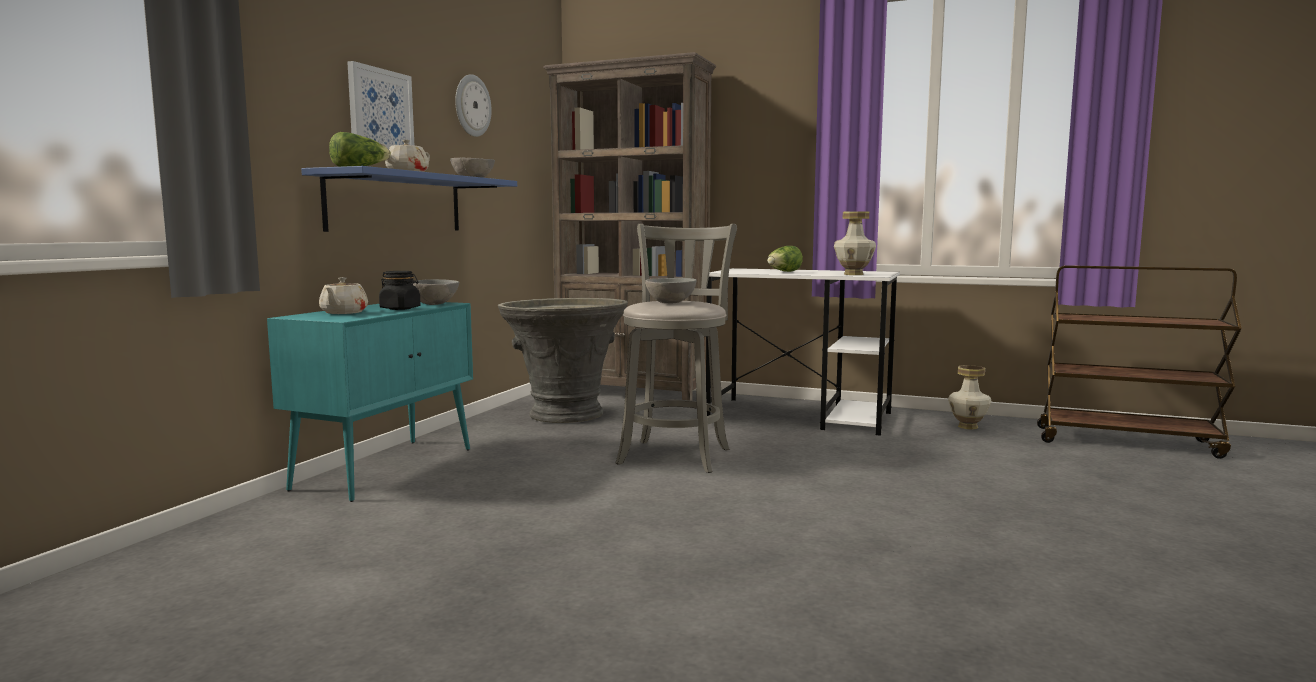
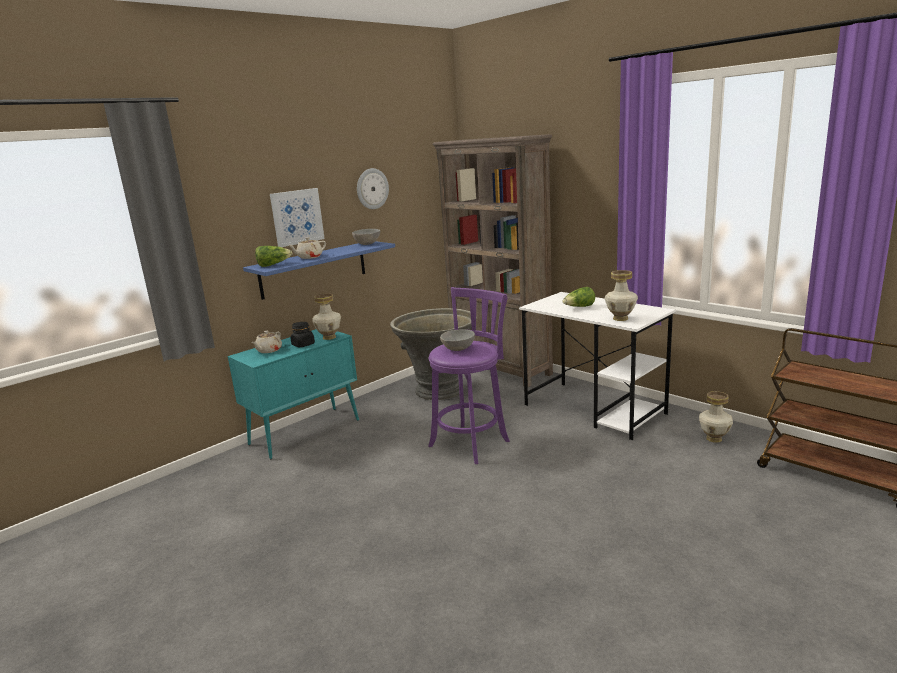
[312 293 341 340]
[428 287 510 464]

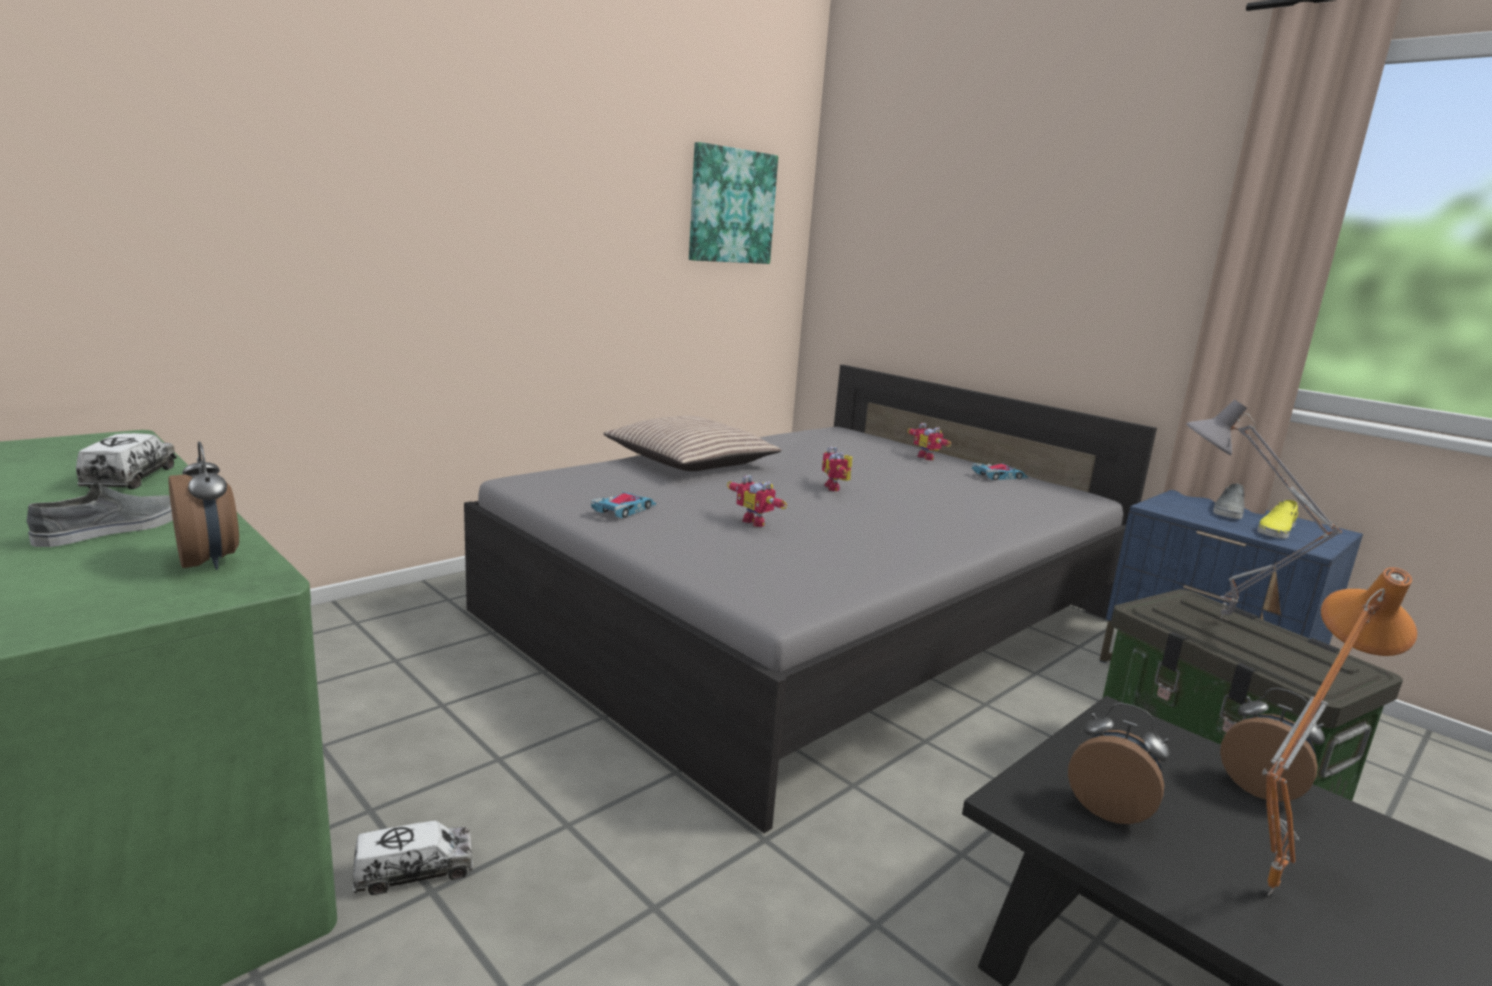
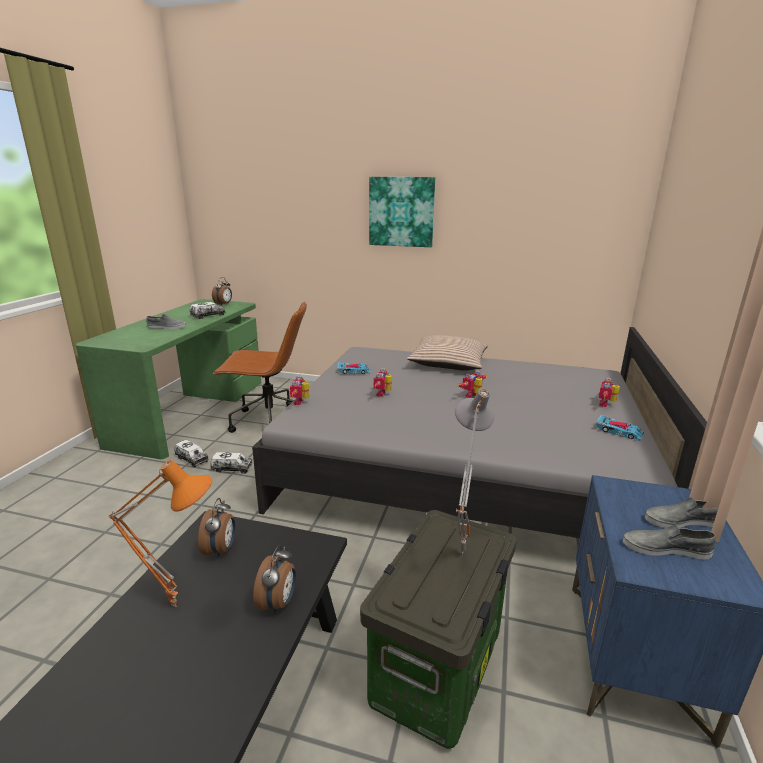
[211 452 253 474]
[213 301 307 433]
[290 376 309 405]
[212 277 232 305]
[369 177 435 247]
[623 524 716 559]

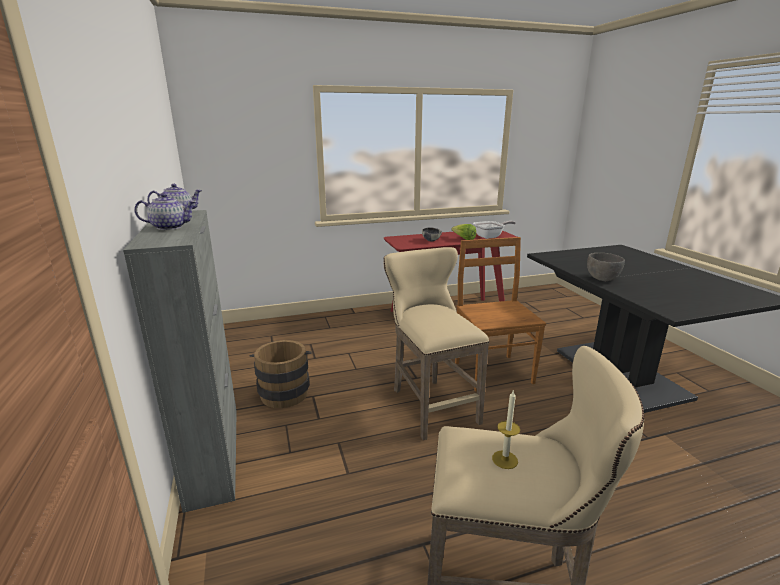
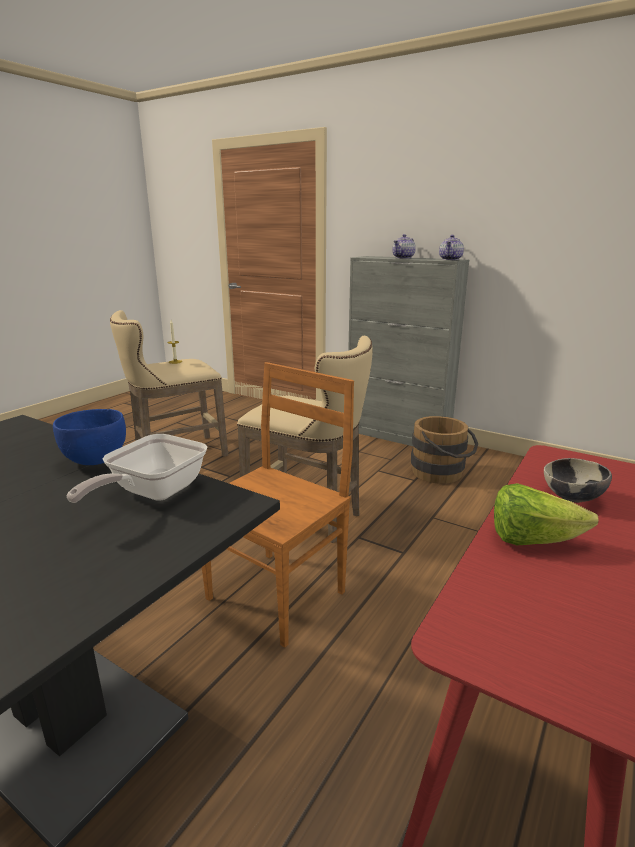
[66 434 207 503]
[53 409 126 465]
[202 362 354 648]

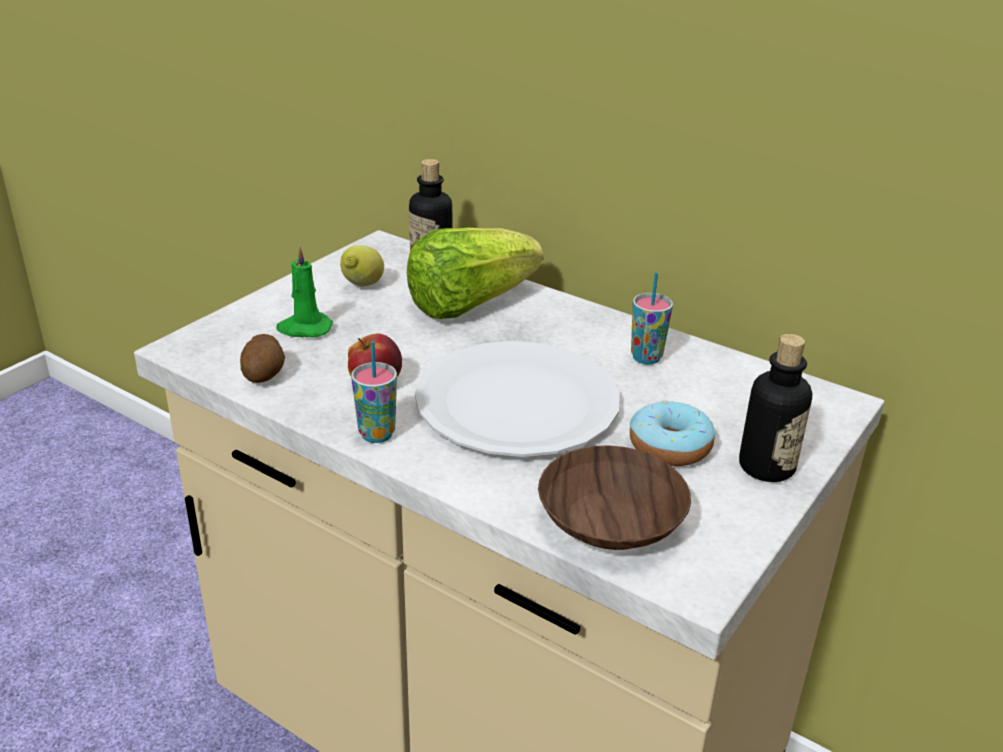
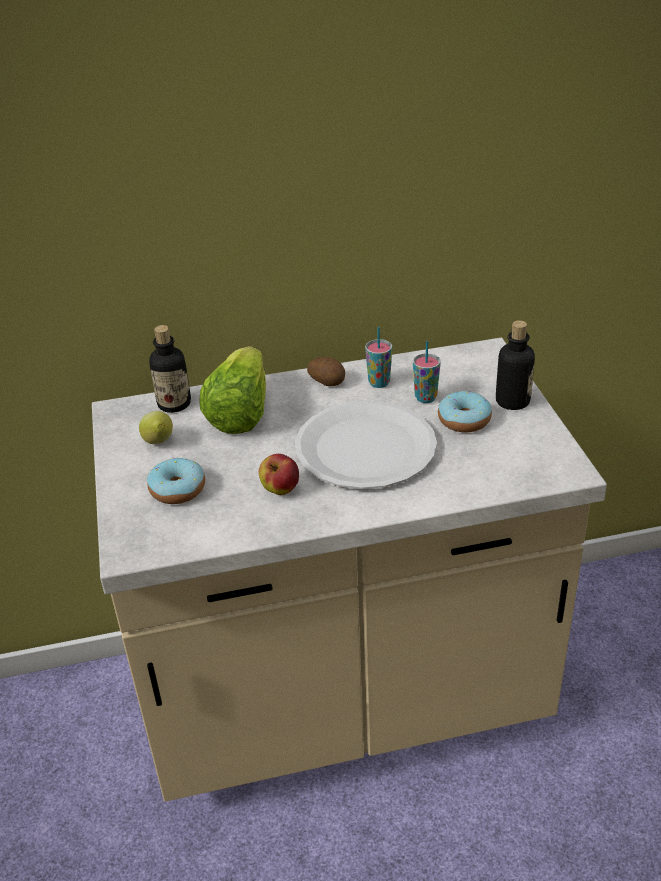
[538 445 691 550] (first image)
[307 357 345 386]
[413 341 440 403]
[147 457 205 504]

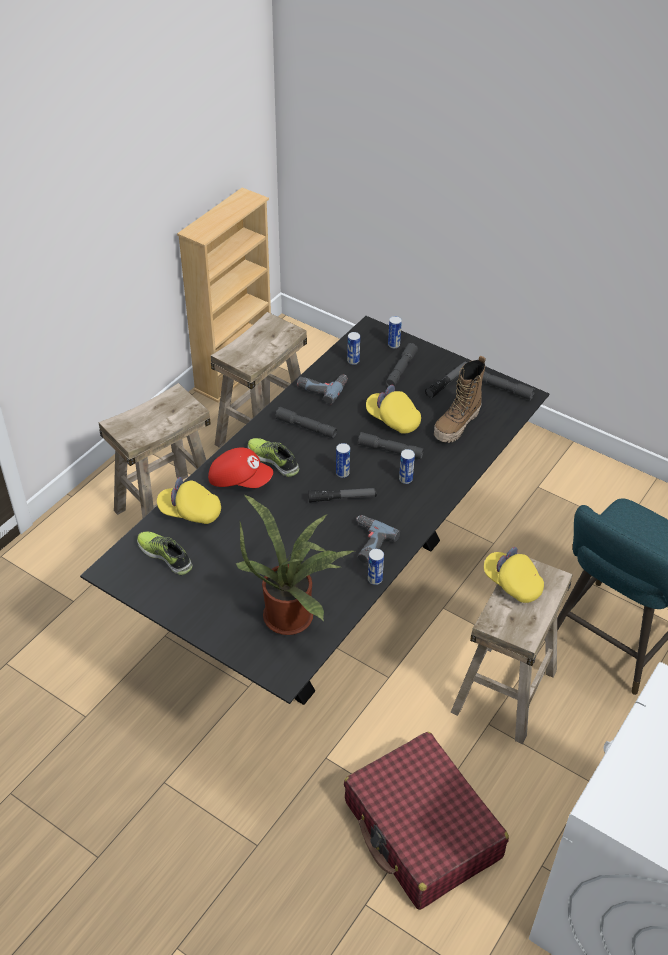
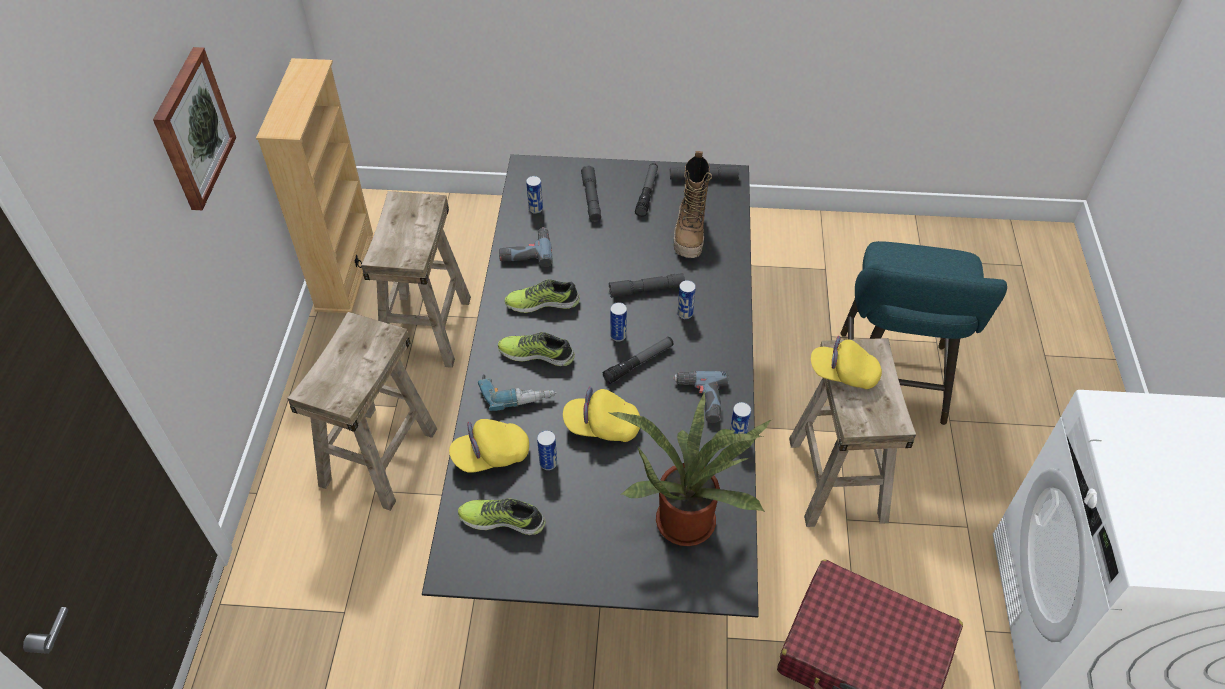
[153 47 236 210]
[563 387 640 442]
[537 430 557 470]
[478 374 557 411]
[505 279 580 313]

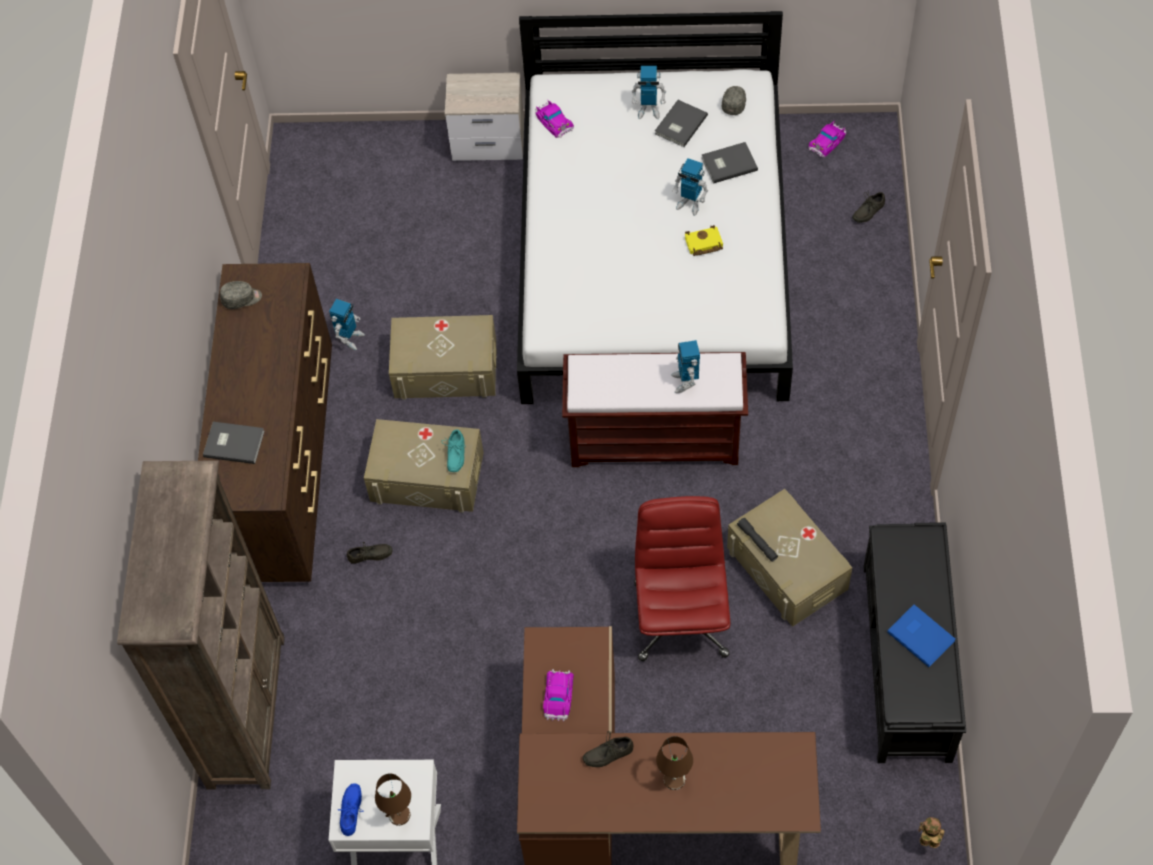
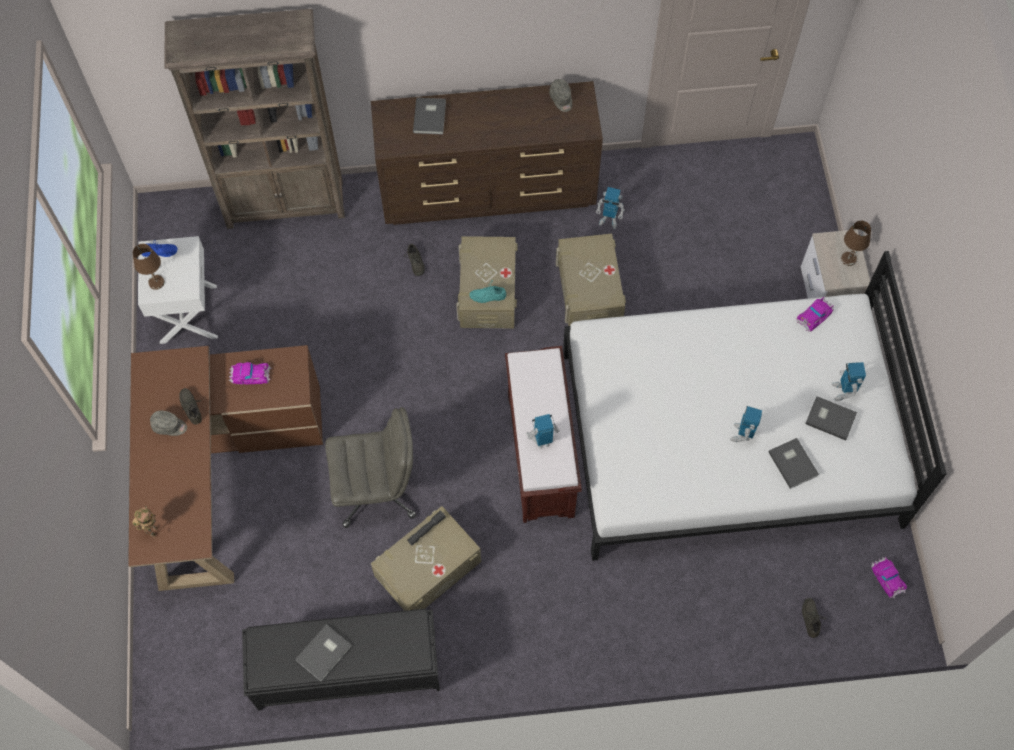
[685 225 723 256] (first image)
[841 221 871 266]
[150 410 187 436]
[132 506 158 538]
[325 407 416 528]
[295 624 352 681]
[871 557 907 599]
[802 598 824 638]

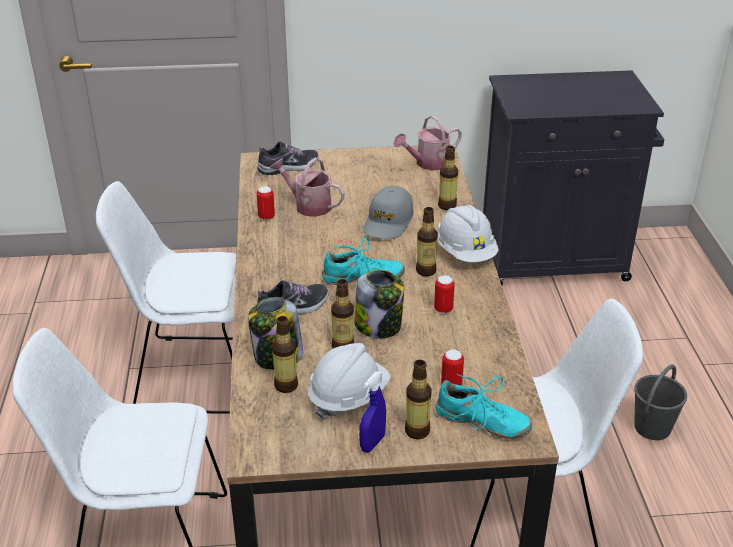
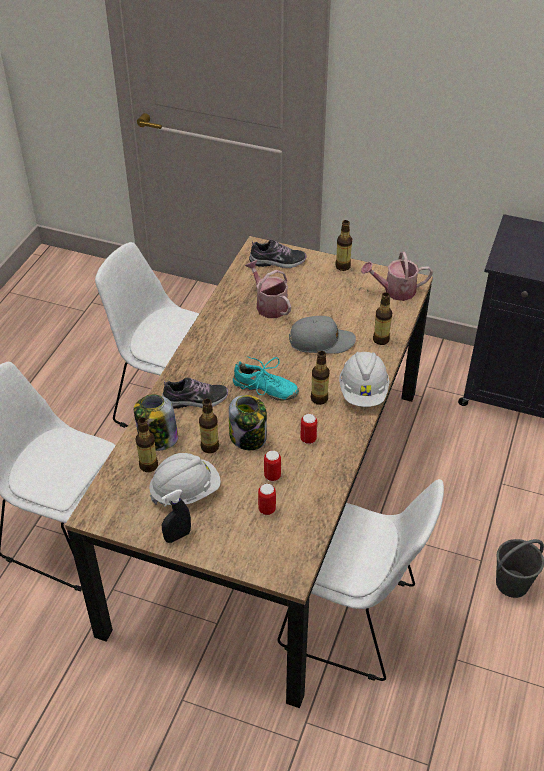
[435 374 532 439] (first image)
[264 450 281 481]
[335 220 352 271]
[161 489 191 543]
[289 316 356 354]

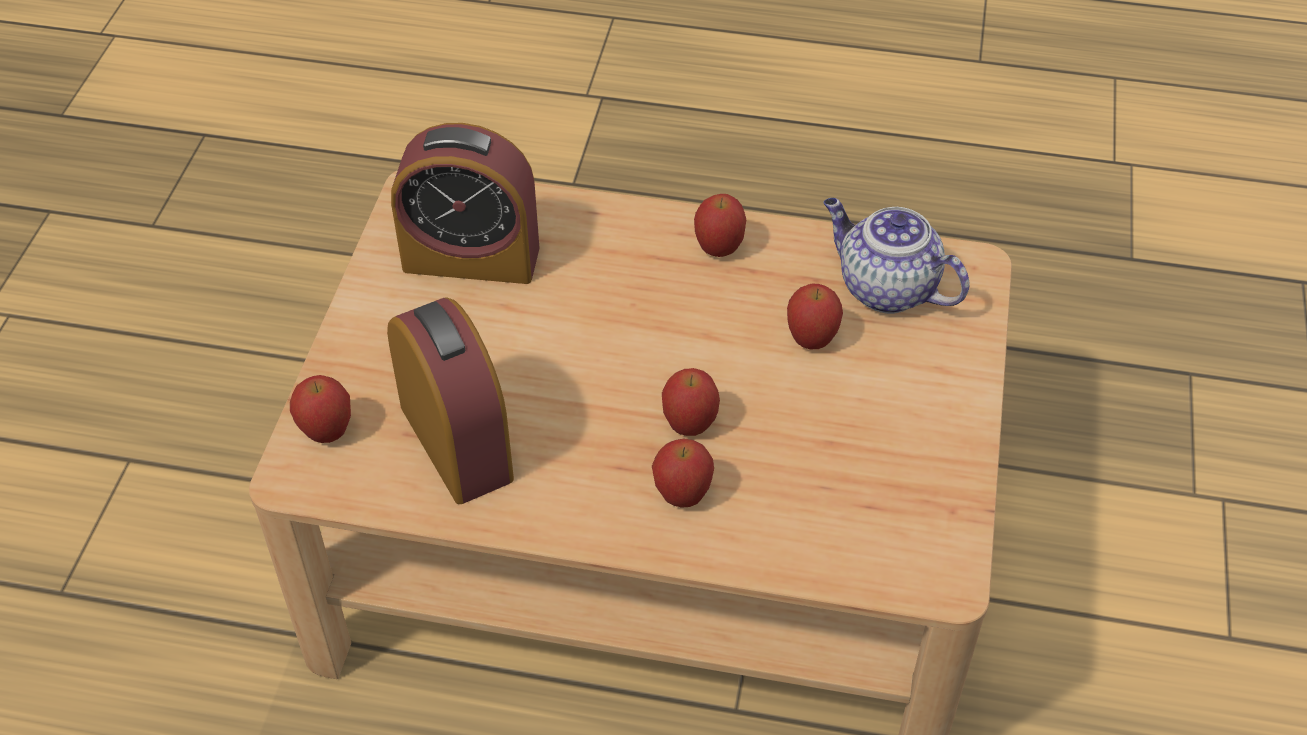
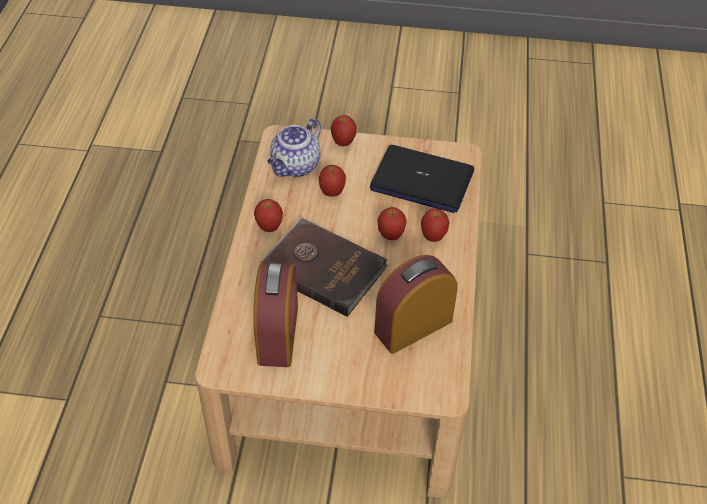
[261 217 389 317]
[370 145 474 213]
[331 115 357 147]

